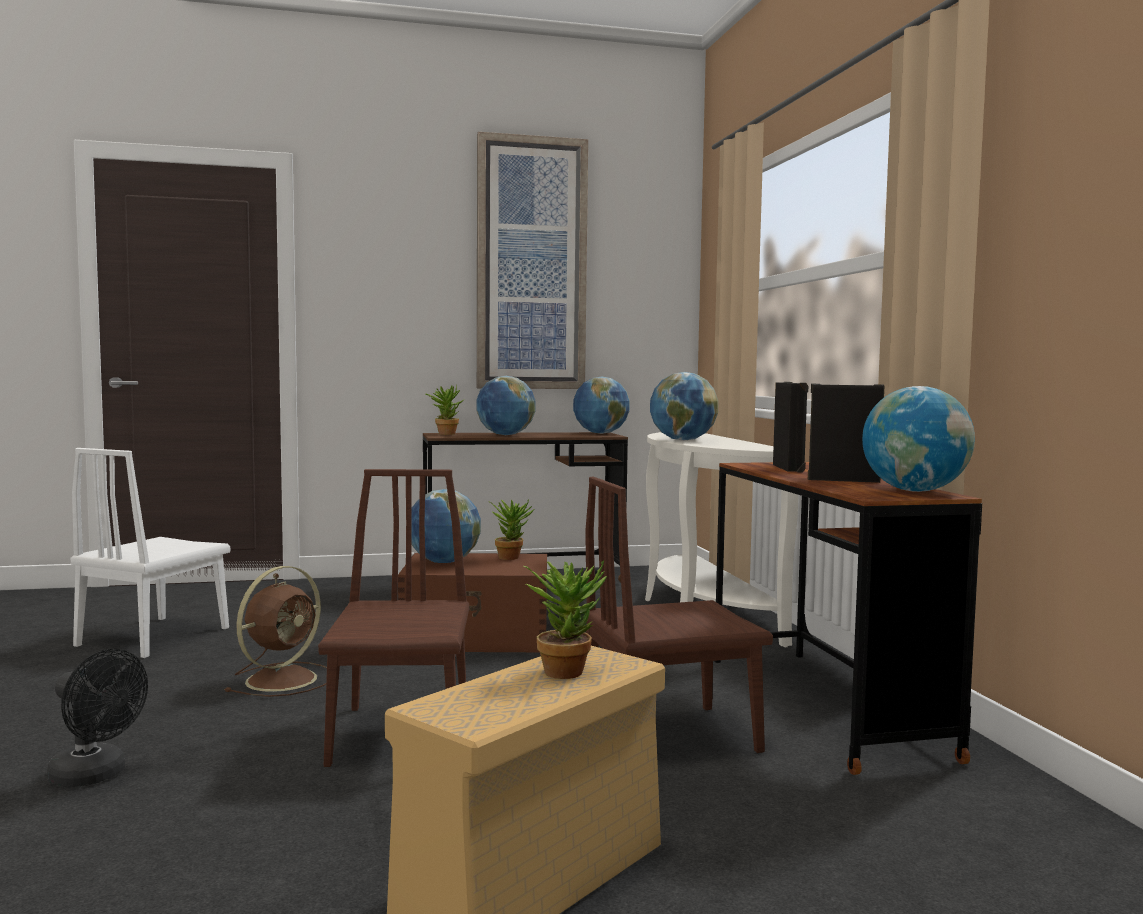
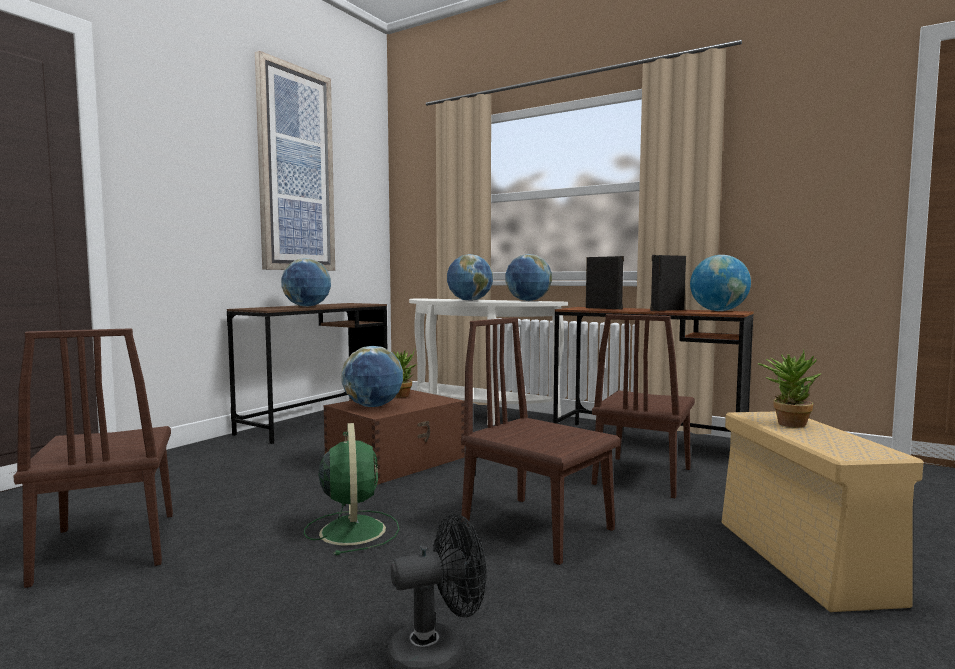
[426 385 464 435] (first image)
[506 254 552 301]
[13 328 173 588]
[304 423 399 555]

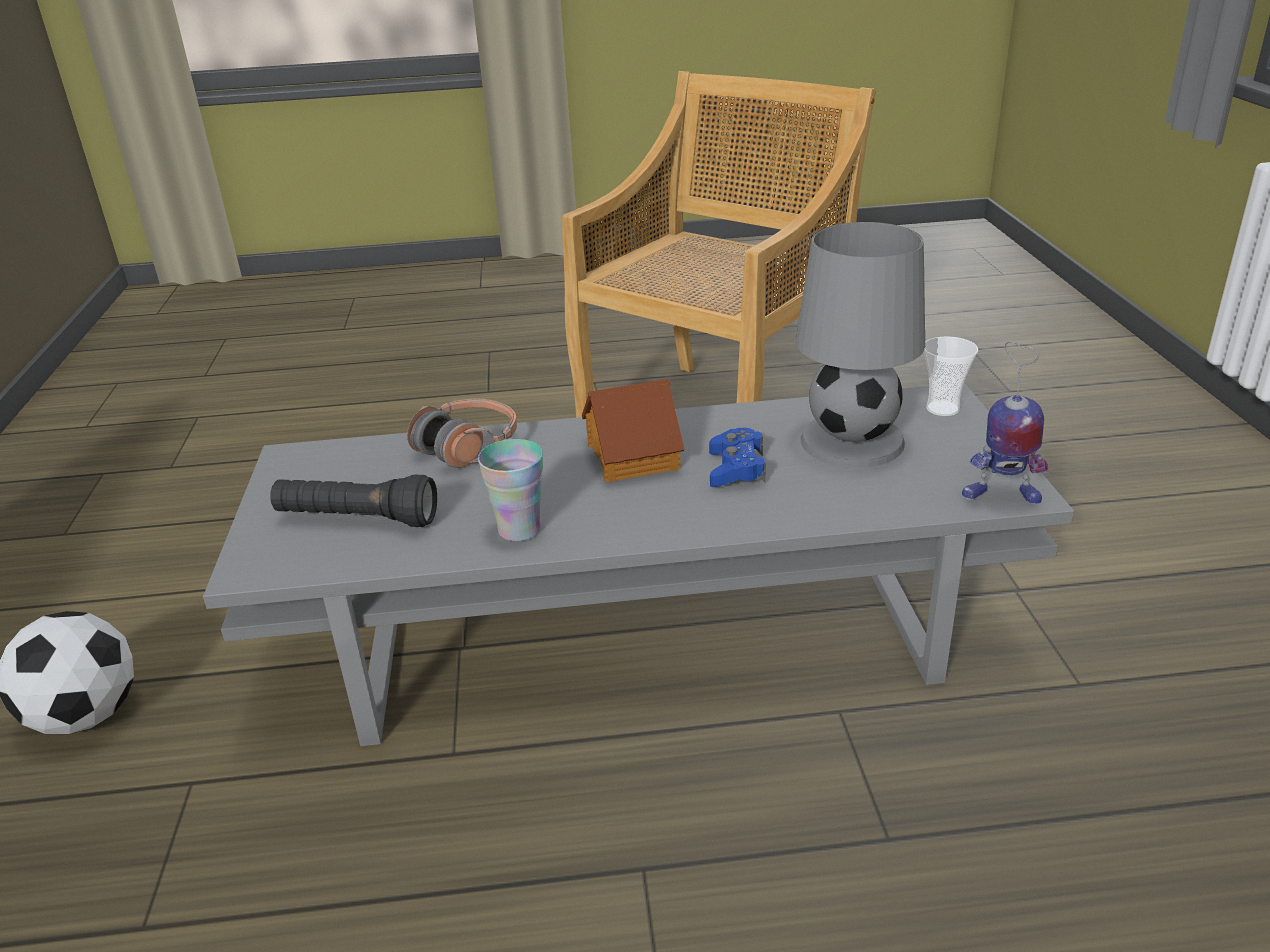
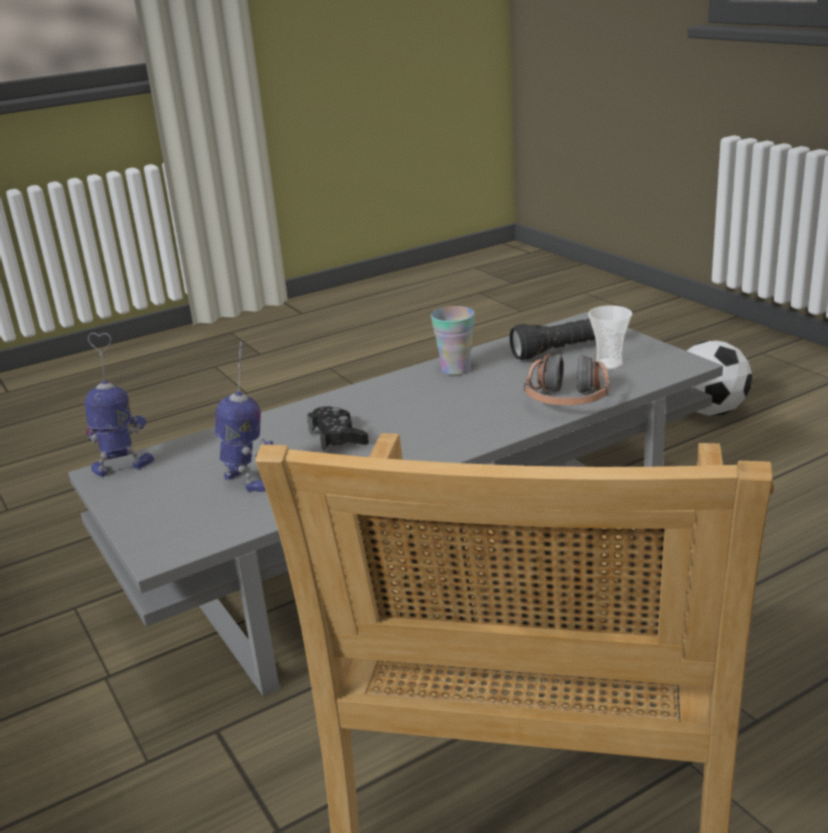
[582 379 685 482] (first image)
[588 305 632 370]
[215 341 274 492]
[307 406 369 452]

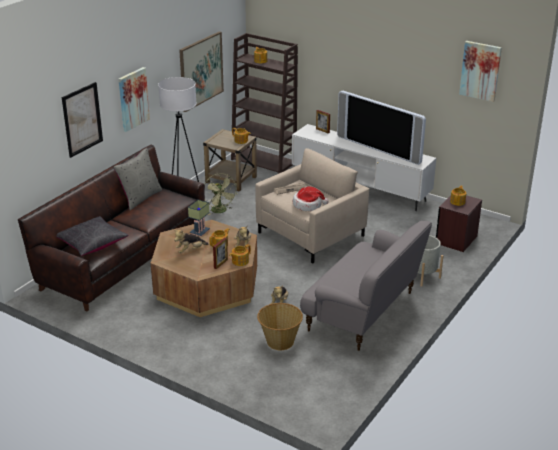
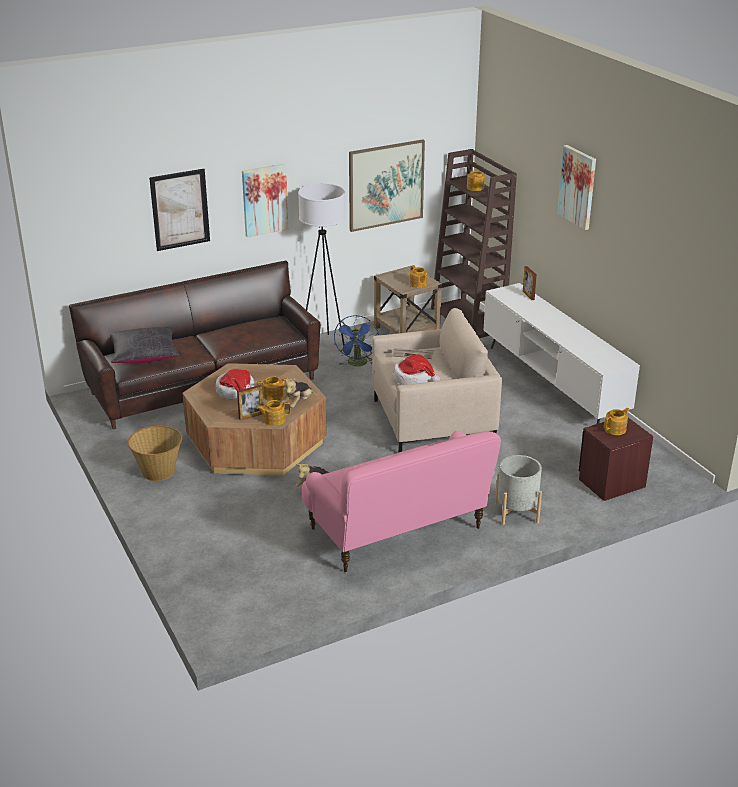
[114 148 162 210] (first image)
[188 199 210 237] (first image)
[337 91 426 165] (first image)
[128 425 182 481]
[557 145 596 230]
[215 369 255 399]
[334 315 379 366]
[302 431 501 572]

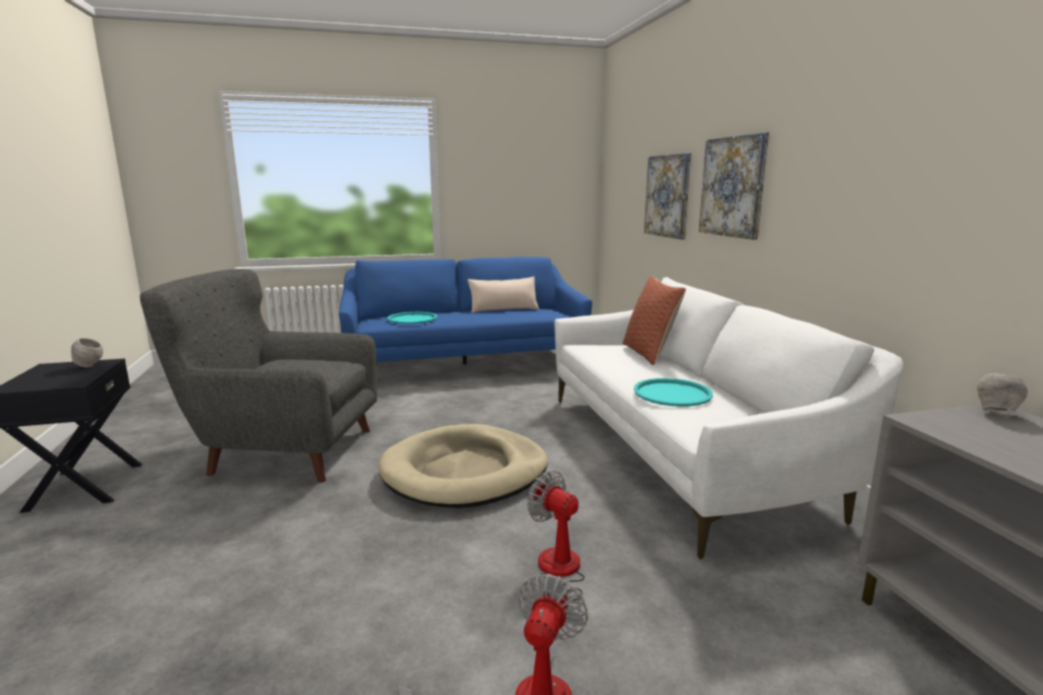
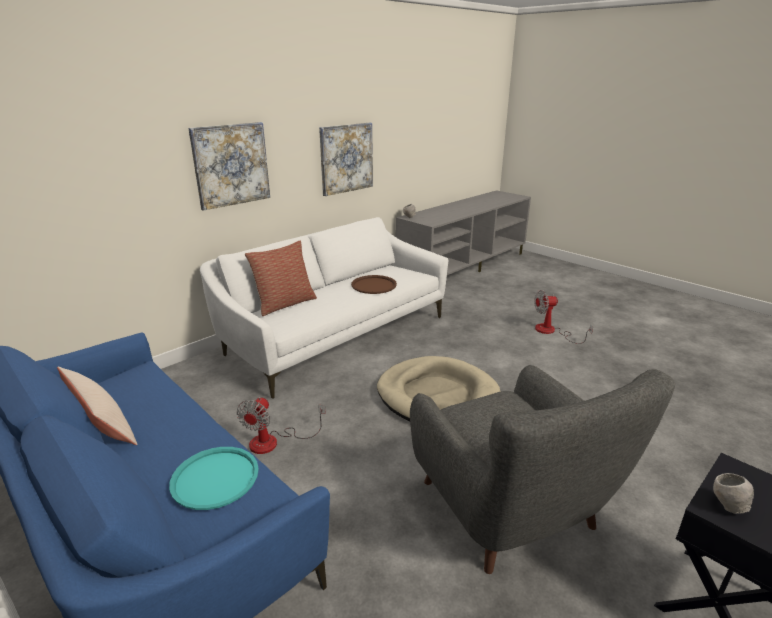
[236 397 326 454]
[319 123 373 196]
[351 275 397 294]

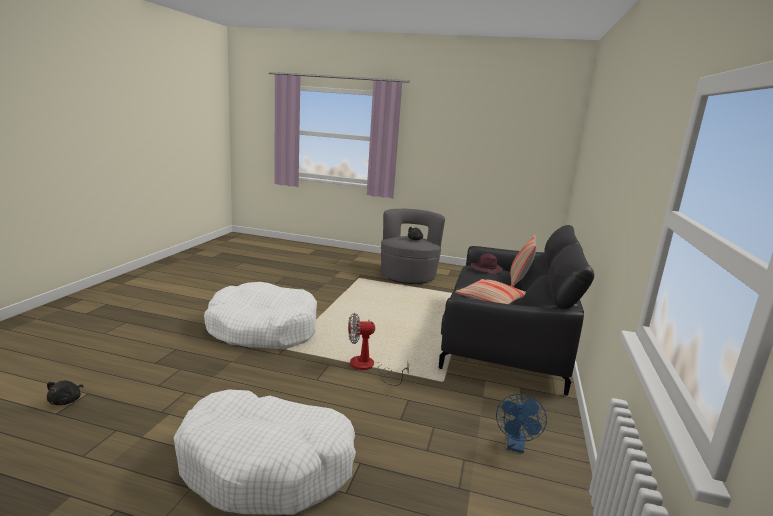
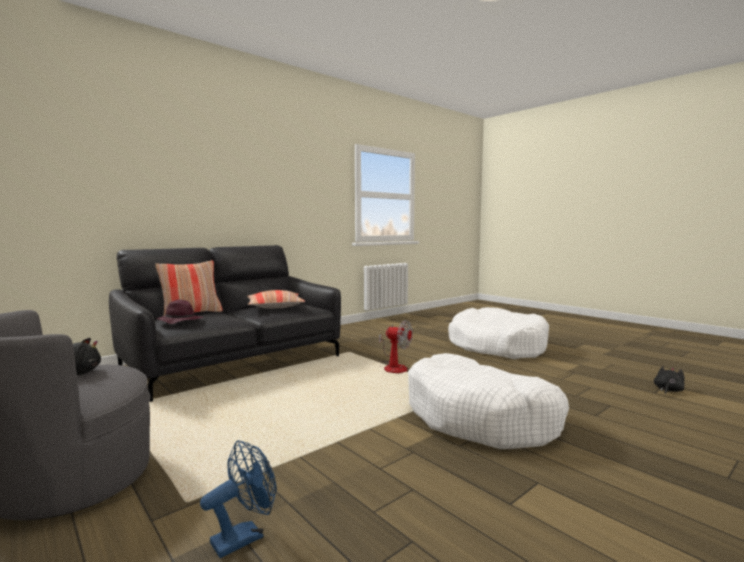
[200 440 277 558]

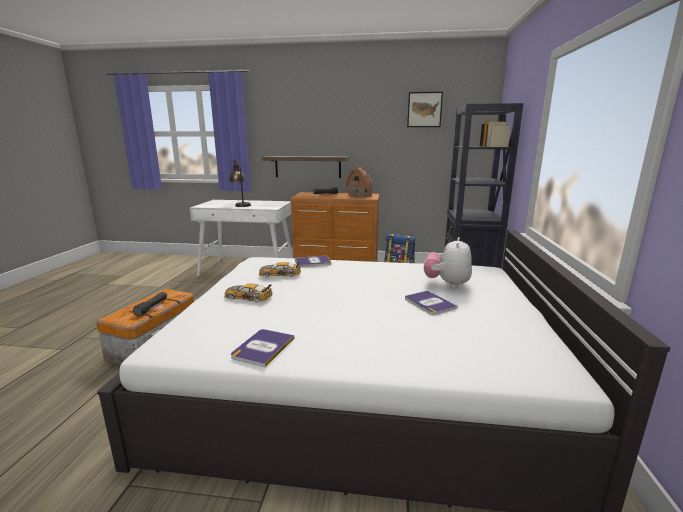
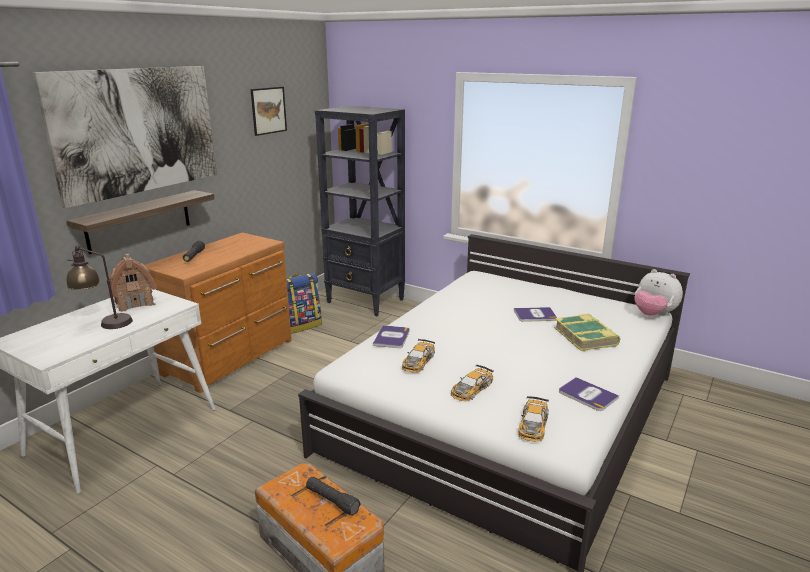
[32 66 217 208]
[518 396 549 442]
[554 314 620 351]
[109 254 157 312]
[634 269 683 316]

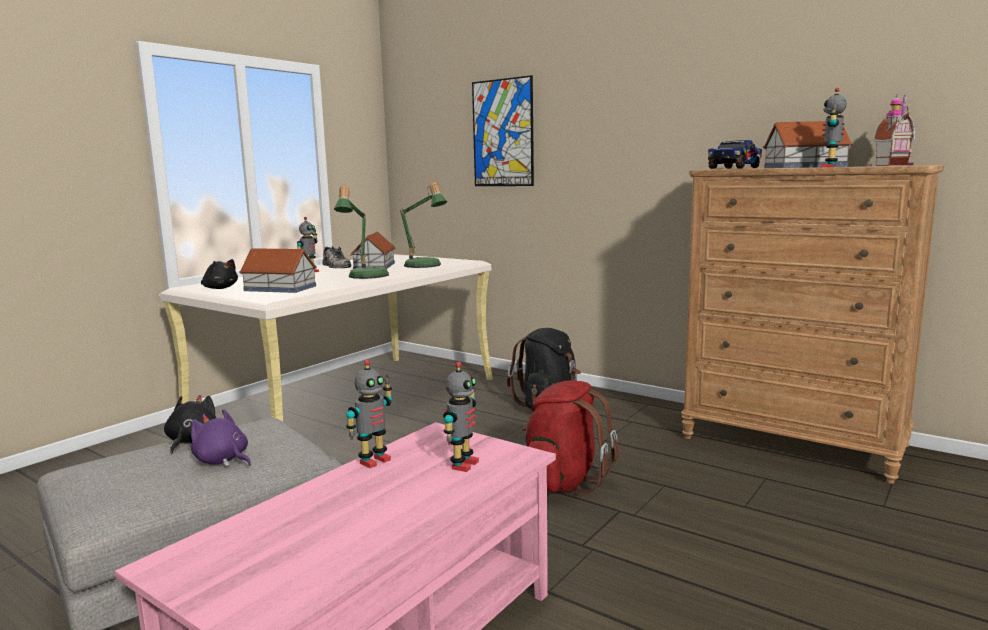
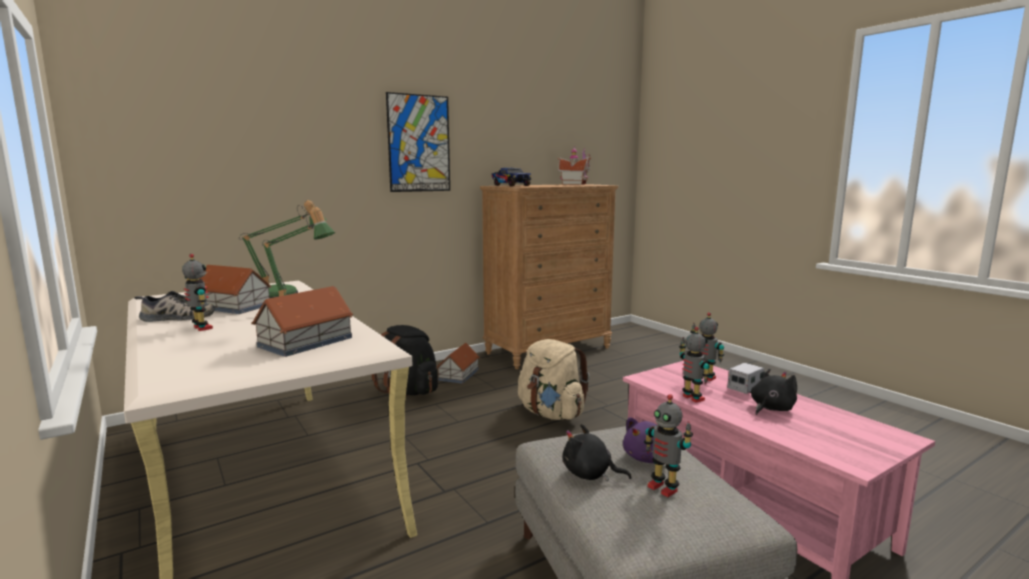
[727 363 766 394]
[751 369 797 415]
[386 92 450 192]
[436 343 479 384]
[644 394 693 497]
[518 339 590 420]

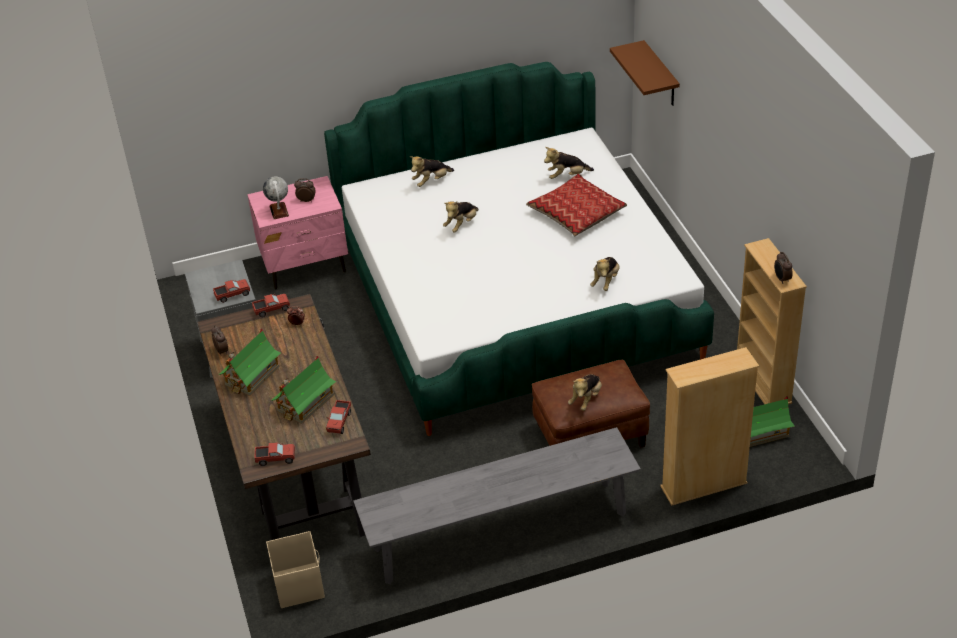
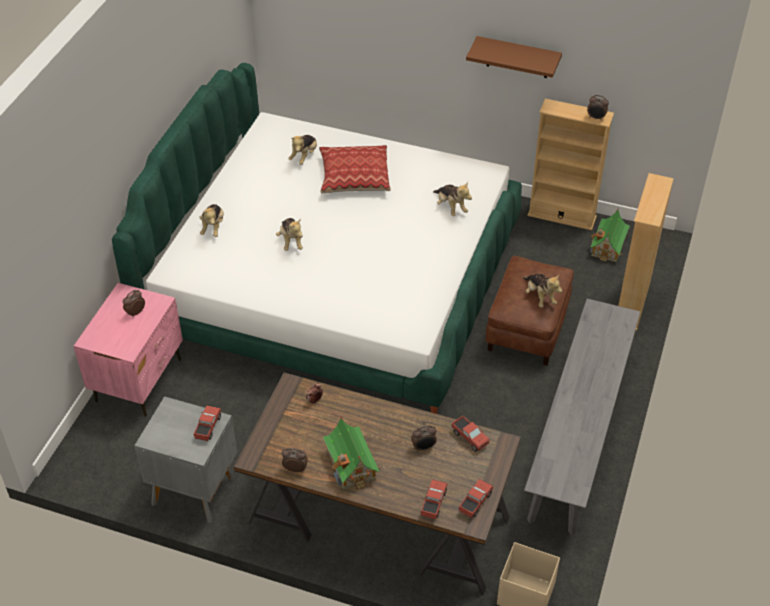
[263 176 289 219] (first image)
[421 479 447 519]
[466 36 562 78]
[411 425 437 452]

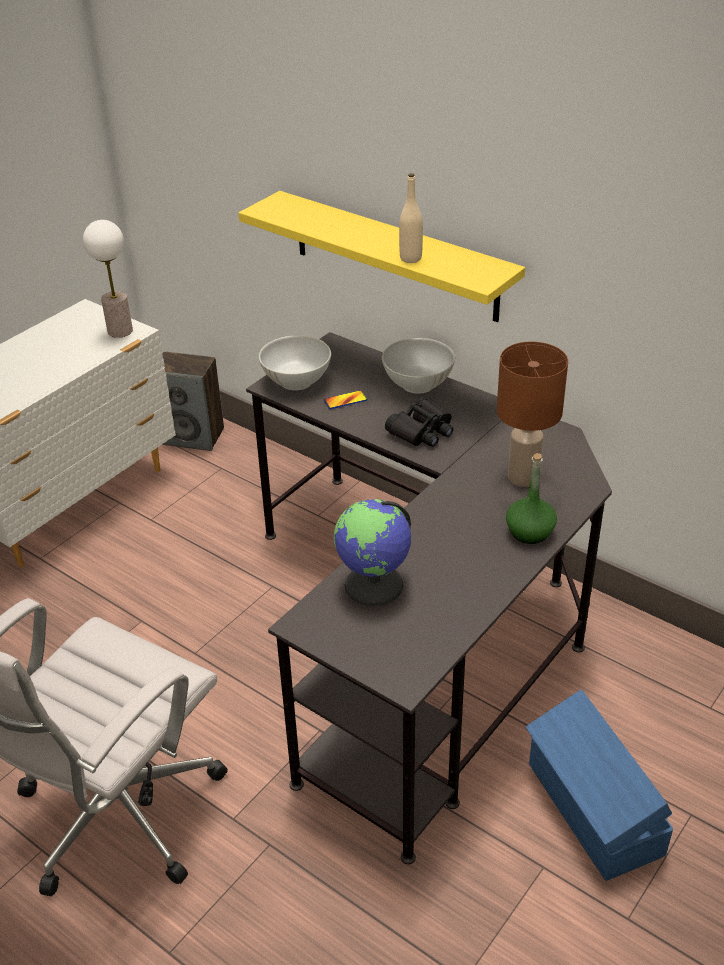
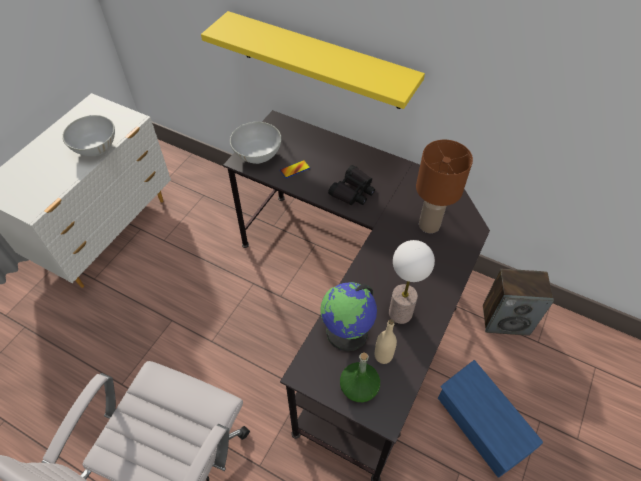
[389 240 435 324]
[483 269 554 336]
[62 115 115 156]
[375 319 397 364]
[340 353 380 402]

